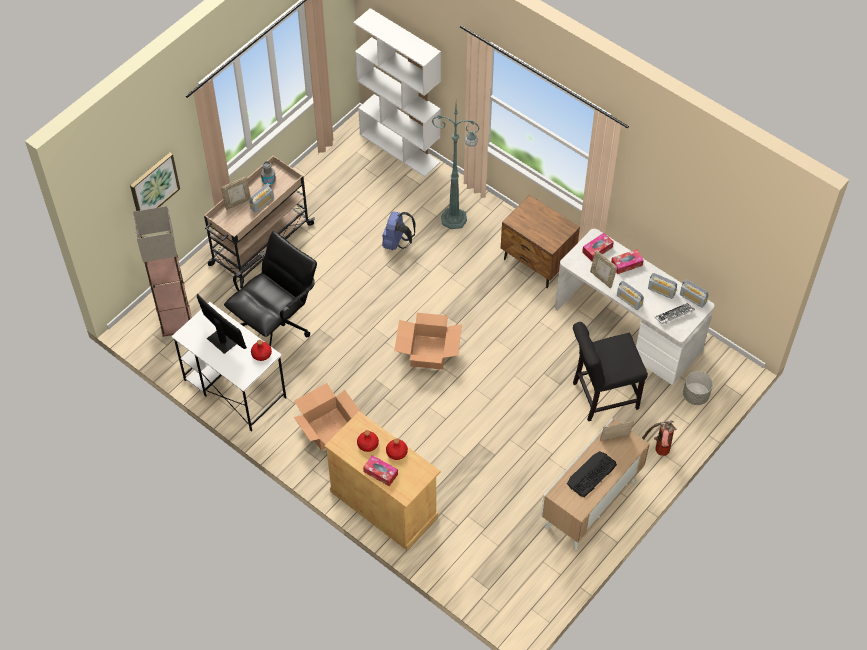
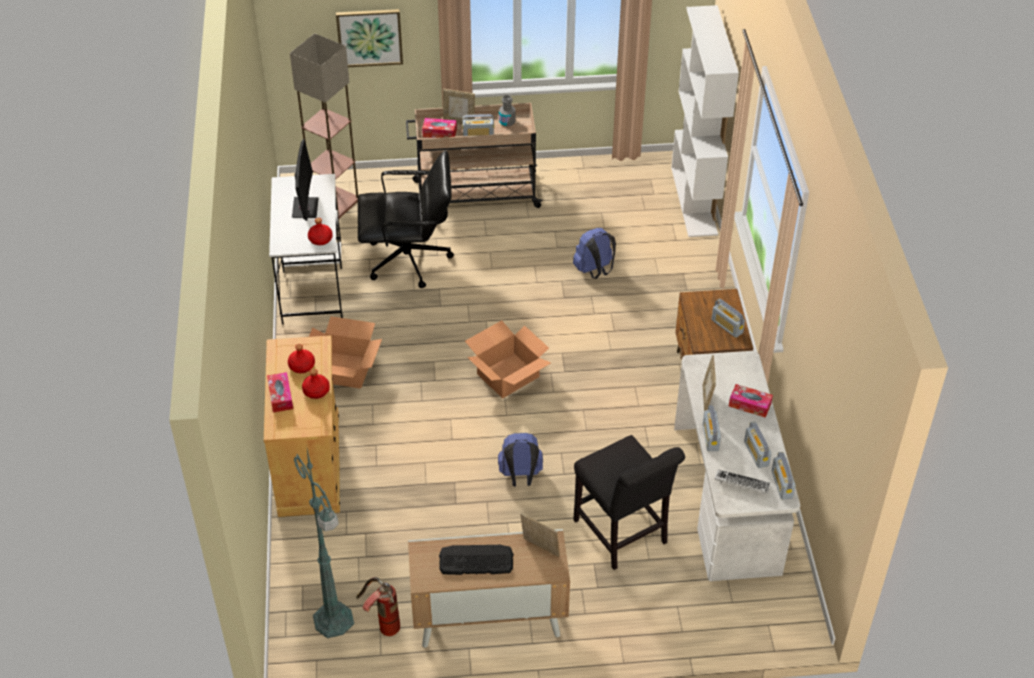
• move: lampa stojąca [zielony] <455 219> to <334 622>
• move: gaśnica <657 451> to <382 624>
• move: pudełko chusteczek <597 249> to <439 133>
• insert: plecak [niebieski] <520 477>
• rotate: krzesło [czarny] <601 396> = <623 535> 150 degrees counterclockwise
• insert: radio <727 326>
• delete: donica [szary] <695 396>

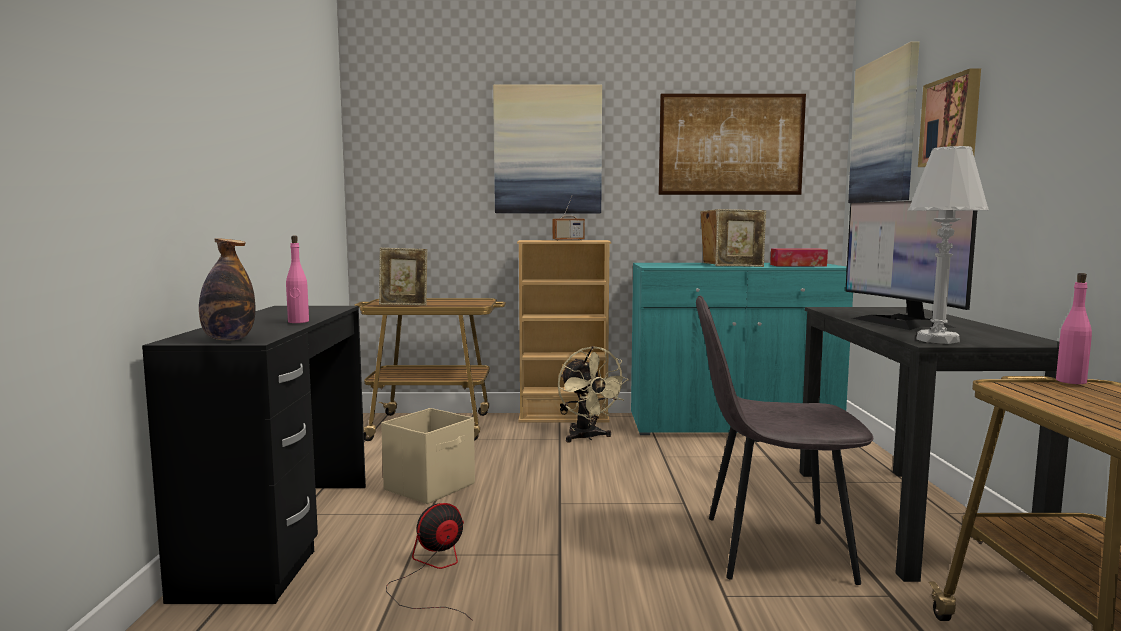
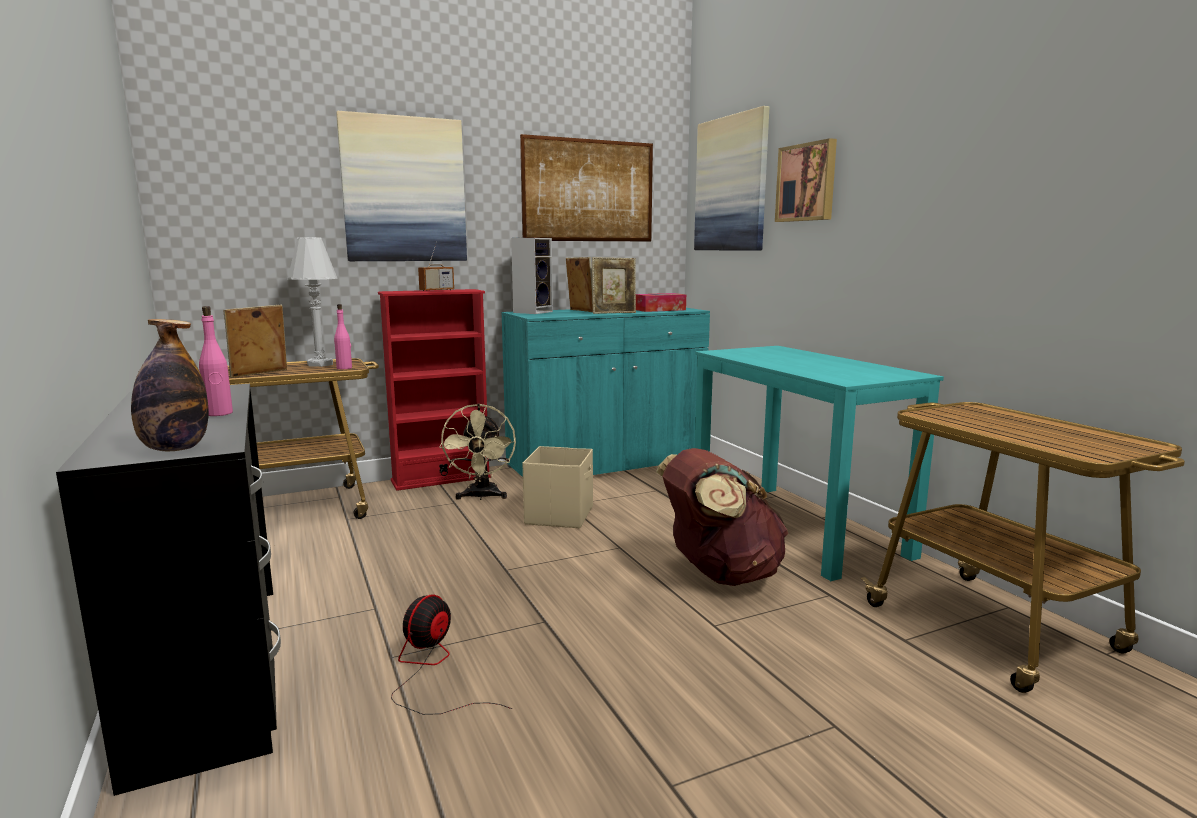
• rotate: ramka na zdjęcie <404 305> = <260 374> 150 degrees clockwise
• move: lampa stołowa [biały] <937 340> to <320 364>
• move: butelka [różowy] <1071 381> to <344 368>
• recolor: regał [beżowy] <563 418> to regał [czerwony] <441 479>
• rotate: wentylator [beżowy] <587 438> = <481 497> 45 degrees clockwise
• insert: głośnik <533 312>
• move: pojemnik do przechowywania [beżowy] <431 486> to <560 515>
• replace: krzesło [szary] <771 548> to plecak [brązowy] <719 574>
• recolor: biurko [czarny] <904 517> to biurko [turkusowy] <795 527>
• delete: monitor <901 322>

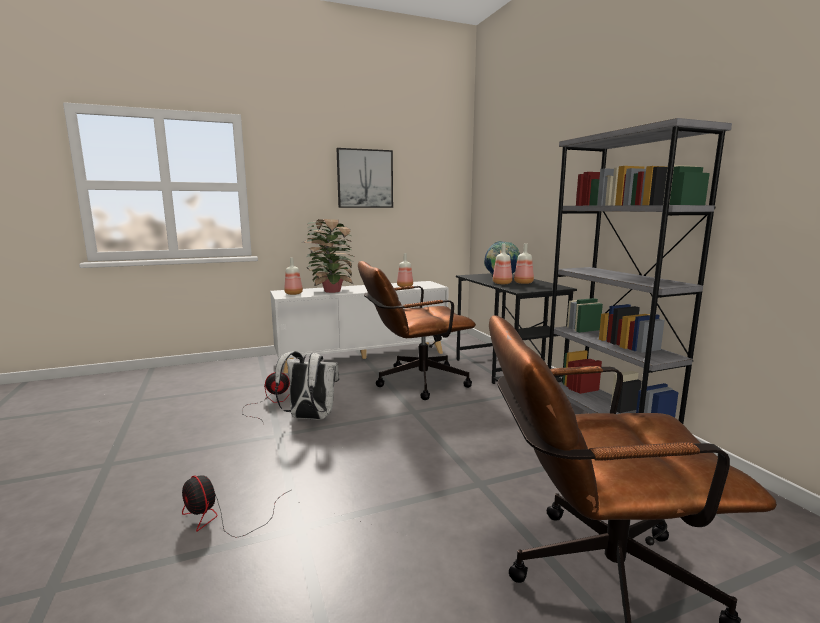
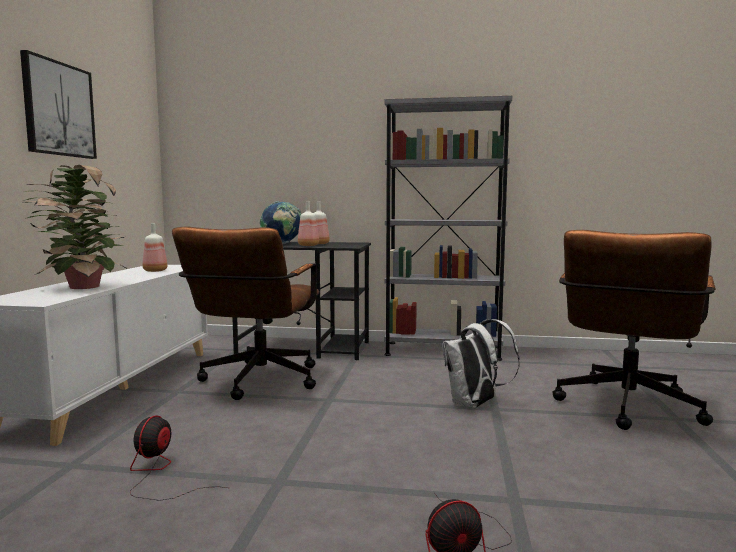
• move: plecak [biały] <309 418> to <475 404>
• delete: butelka <294 293>

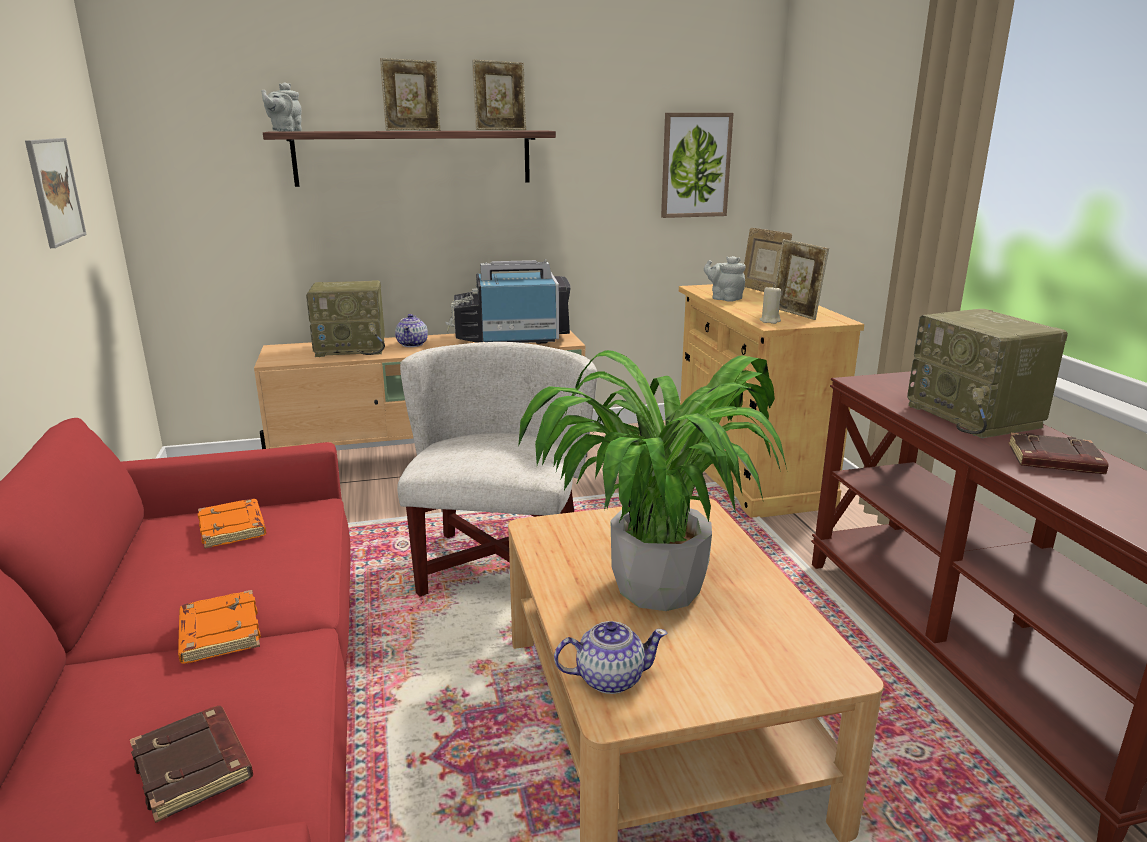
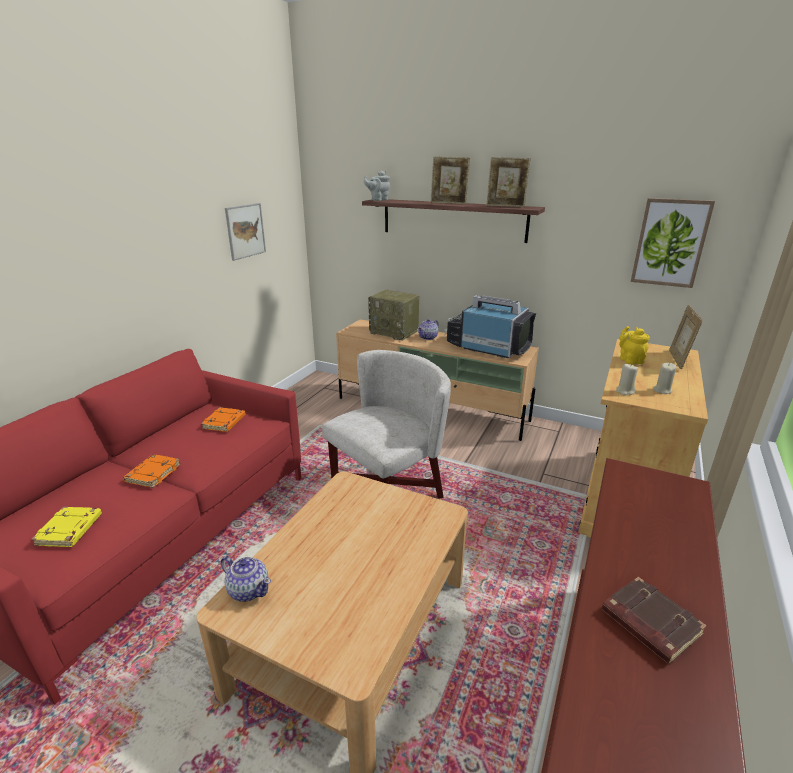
• recolor: książka [brązowy] <195 768> to książka [żółty] <70 530>
• recolor: imbryk [szary] <724 298> to imbryk [żółty] <630 359>
• replace: ramka na zdjęcie <795 313> to świeca [beżowy] <662 390>
• delete: roślina doniczkowa <657 589>
• delete: radio <976 416>

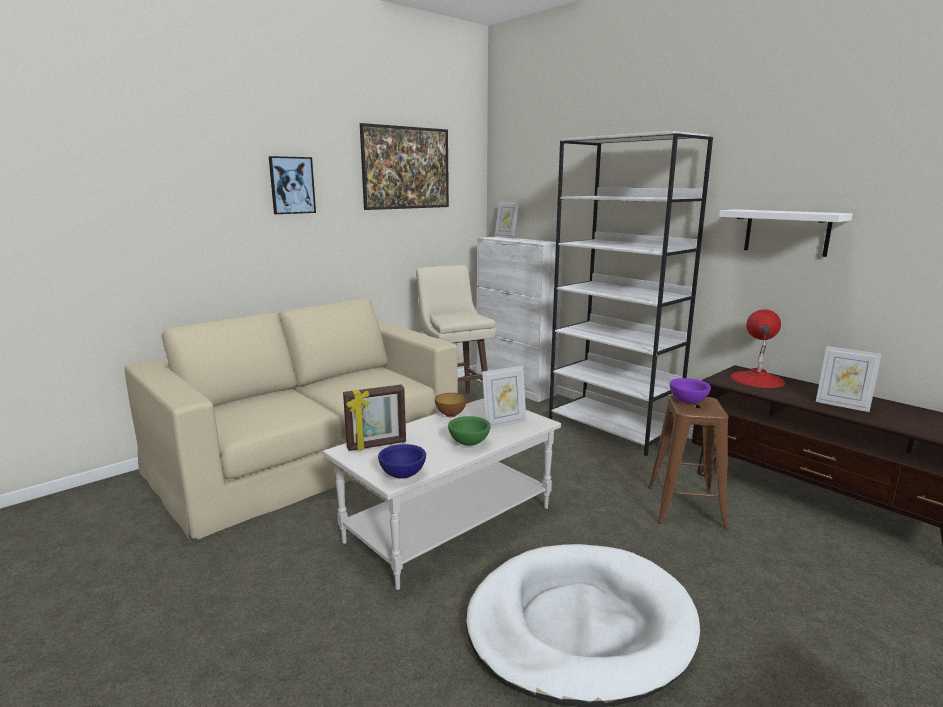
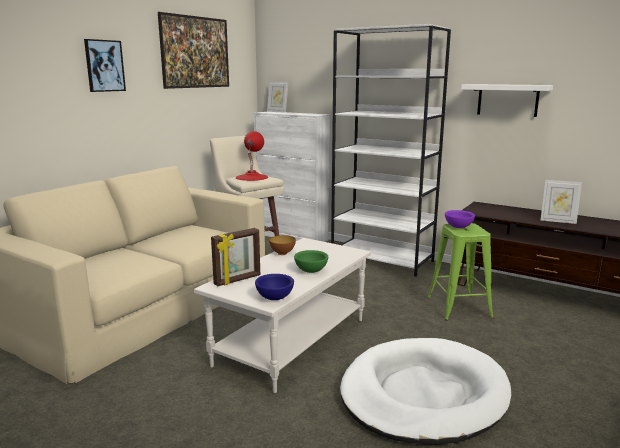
• move: lampa stołowa [czerwony] <757 379> to <251 177>
• recolor: stołek [brązowy] <685 506> to stołek [zielony] <458 307>
• delete: ramka na zdjęcie <504 423>

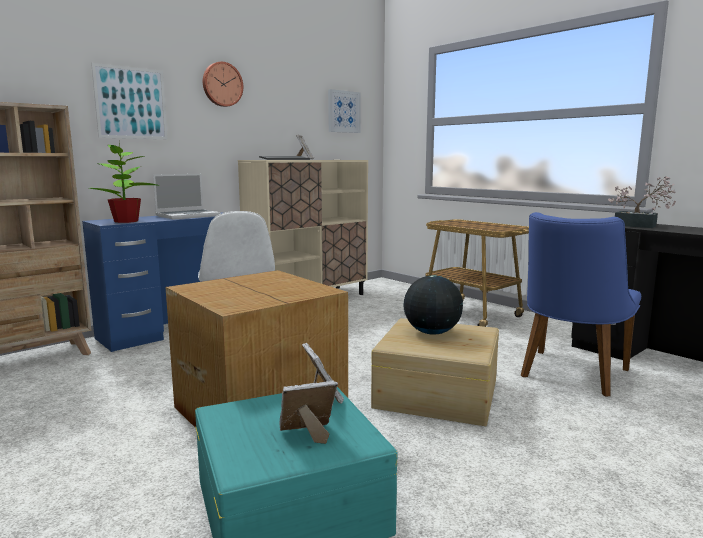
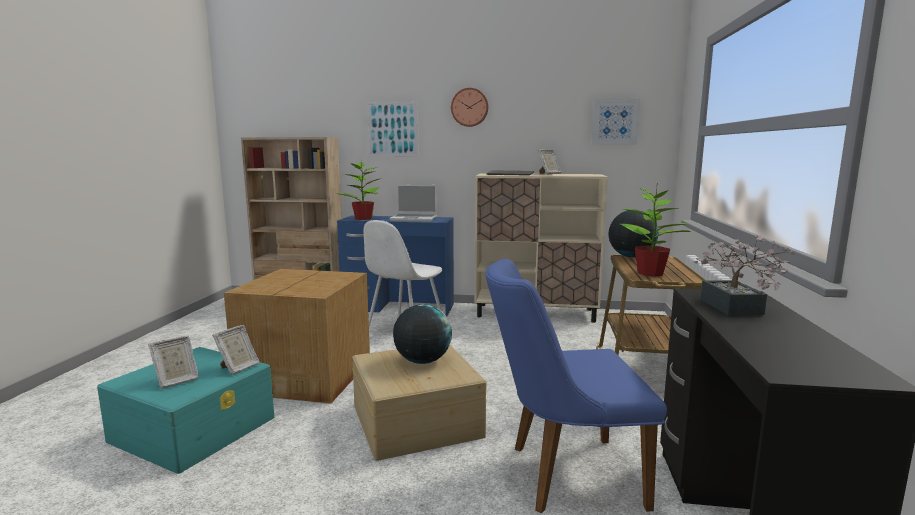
• rotate: ramka na zdjęcie <308 435> = <176 381> 105 degrees clockwise
• insert: globus <631 256>
• insert: roślina doniczkowa <651 273>

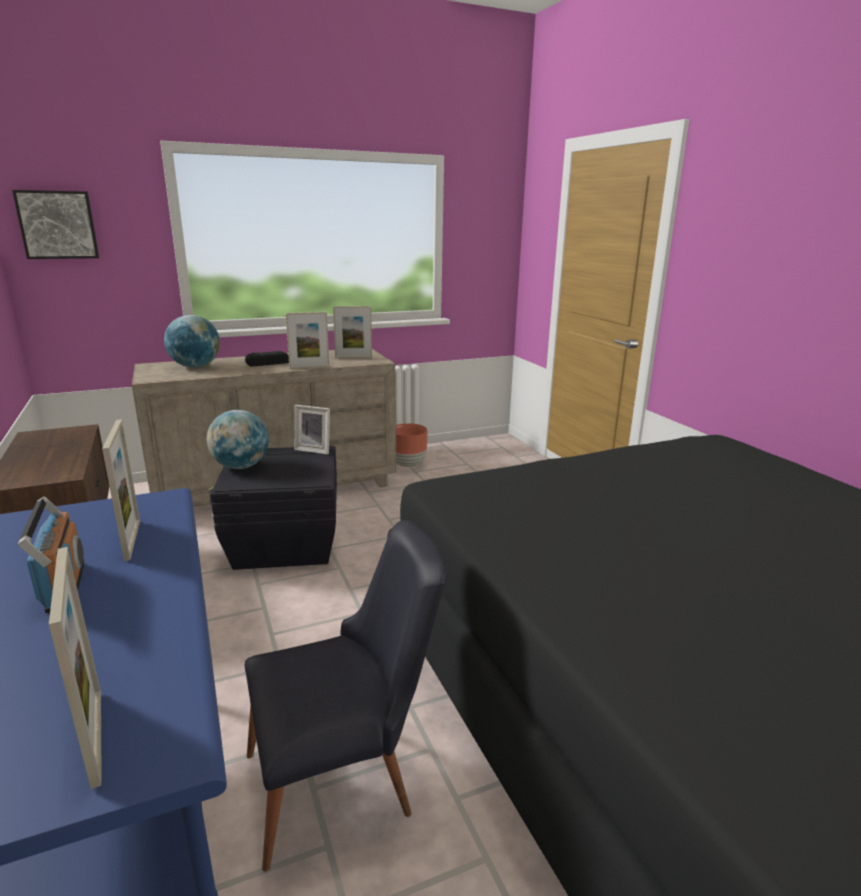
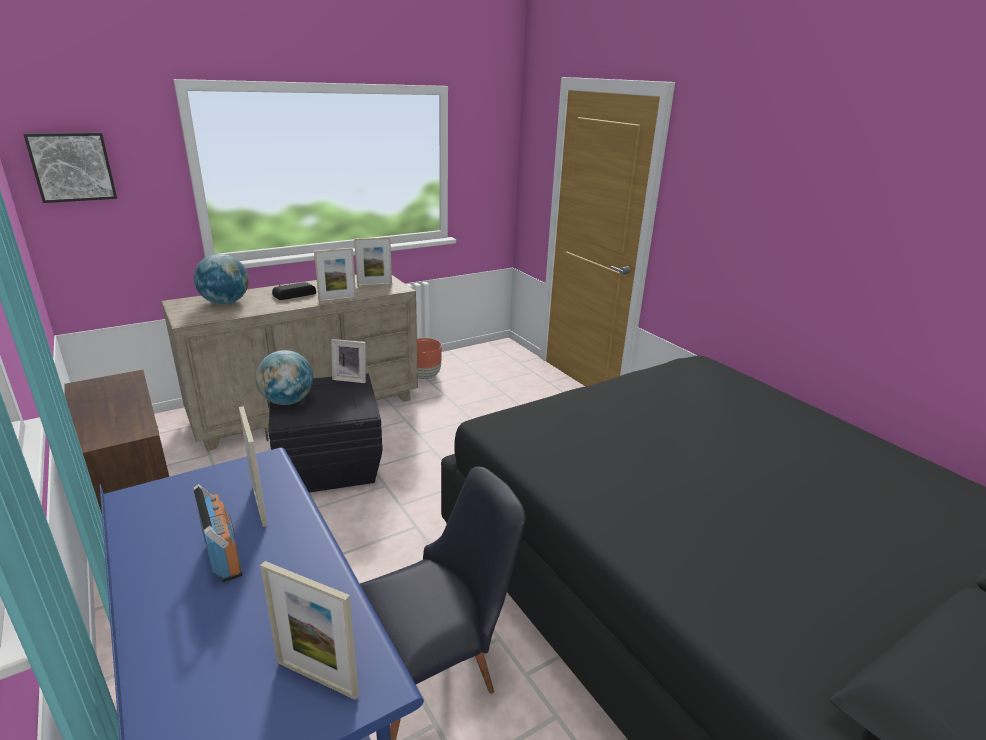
• rotate: ramka na zdjęcie <96 736> = <317 678> 150 degrees clockwise

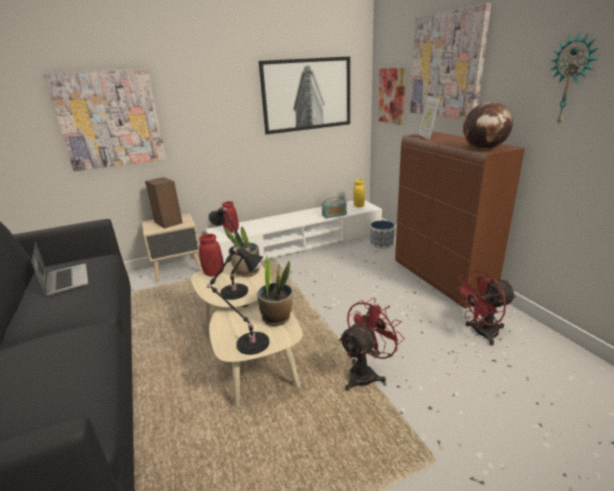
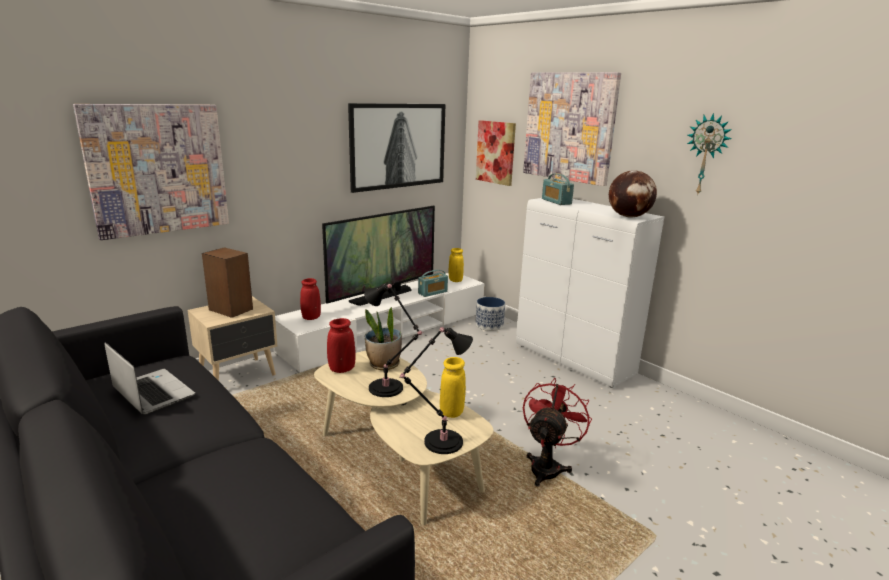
• insert: telewizor <382 296>
• replace: roślina doniczkowa <277 318> to wazon [żółty] <451 412>
• recolor: szafka [brązowy] <441 280> to szafka [biały] <574 360>
• replace: ramka na zdjęcie <426 137> to radio <556 201>
• delete: wentylator [czerwony] <481 333>

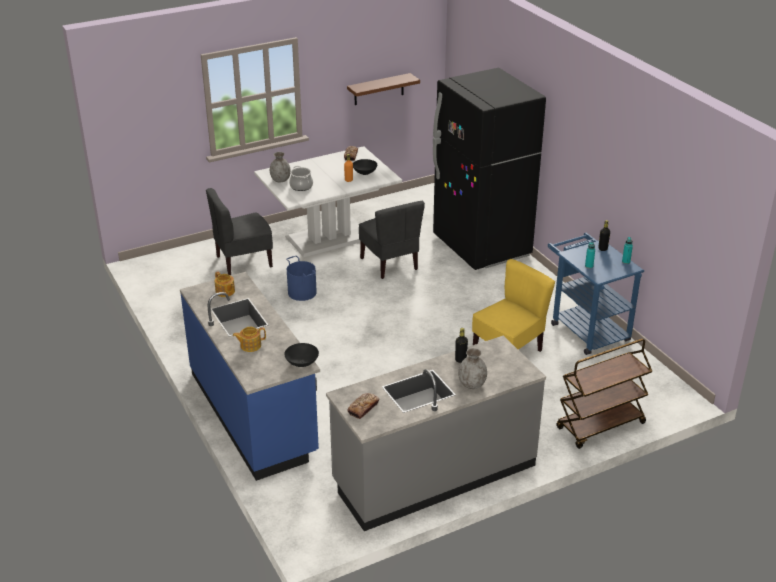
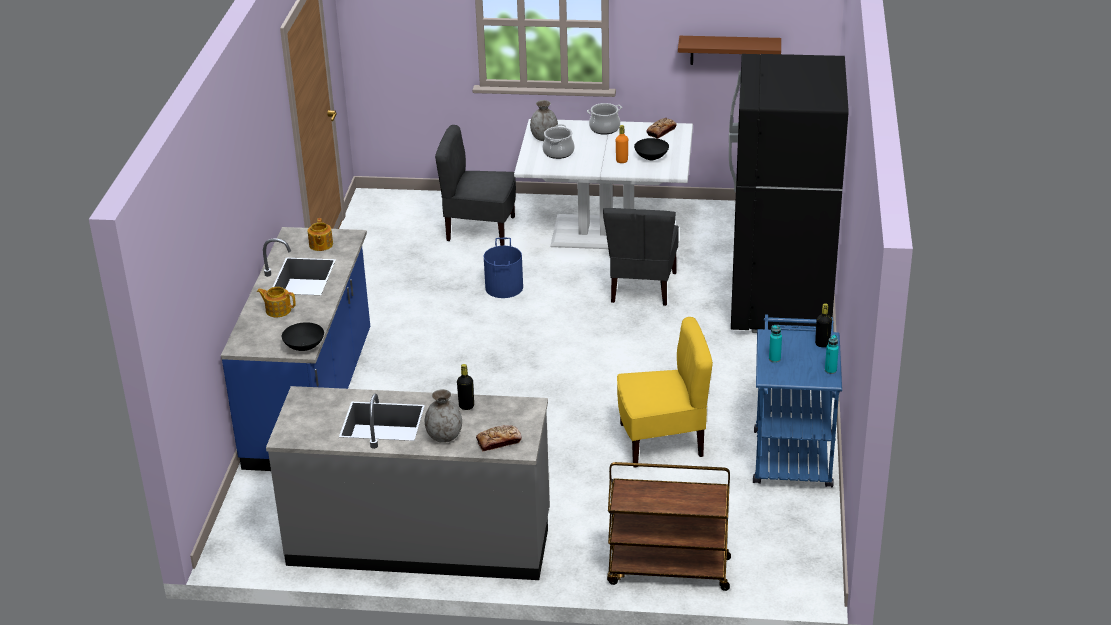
• move: chleb <363 408> to <499 441>
• insert: garnek <604 128>

